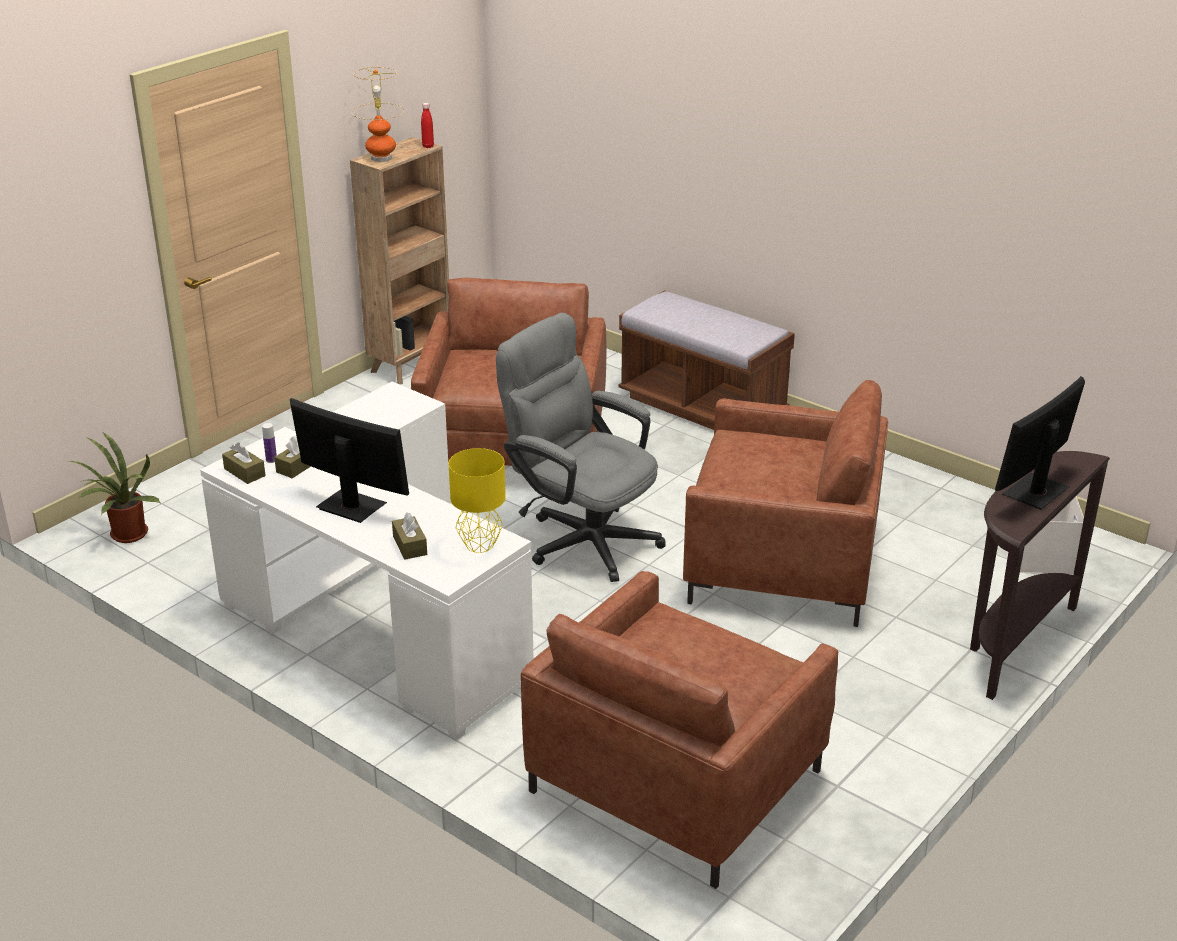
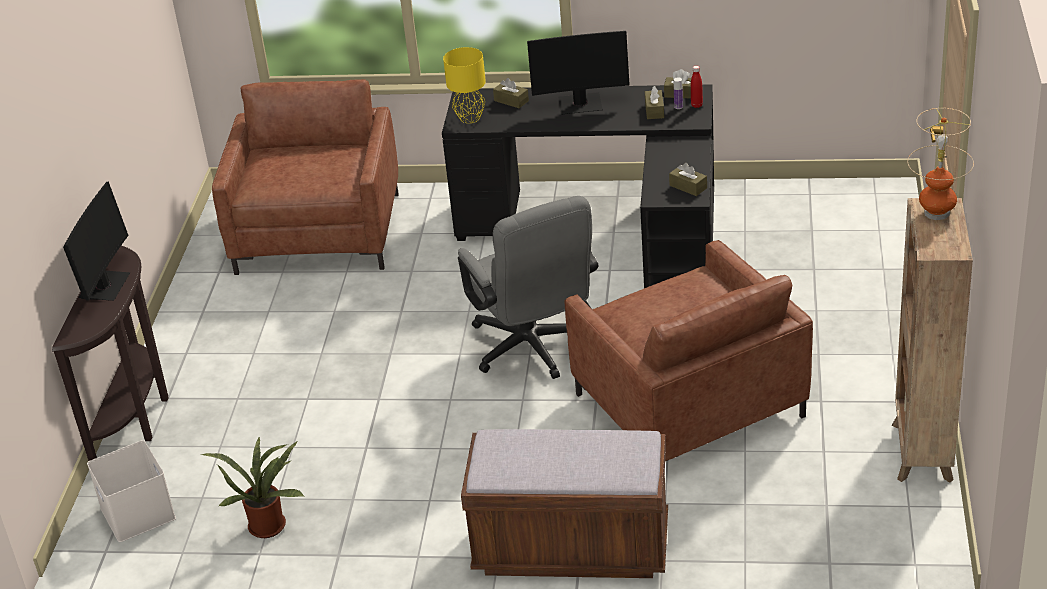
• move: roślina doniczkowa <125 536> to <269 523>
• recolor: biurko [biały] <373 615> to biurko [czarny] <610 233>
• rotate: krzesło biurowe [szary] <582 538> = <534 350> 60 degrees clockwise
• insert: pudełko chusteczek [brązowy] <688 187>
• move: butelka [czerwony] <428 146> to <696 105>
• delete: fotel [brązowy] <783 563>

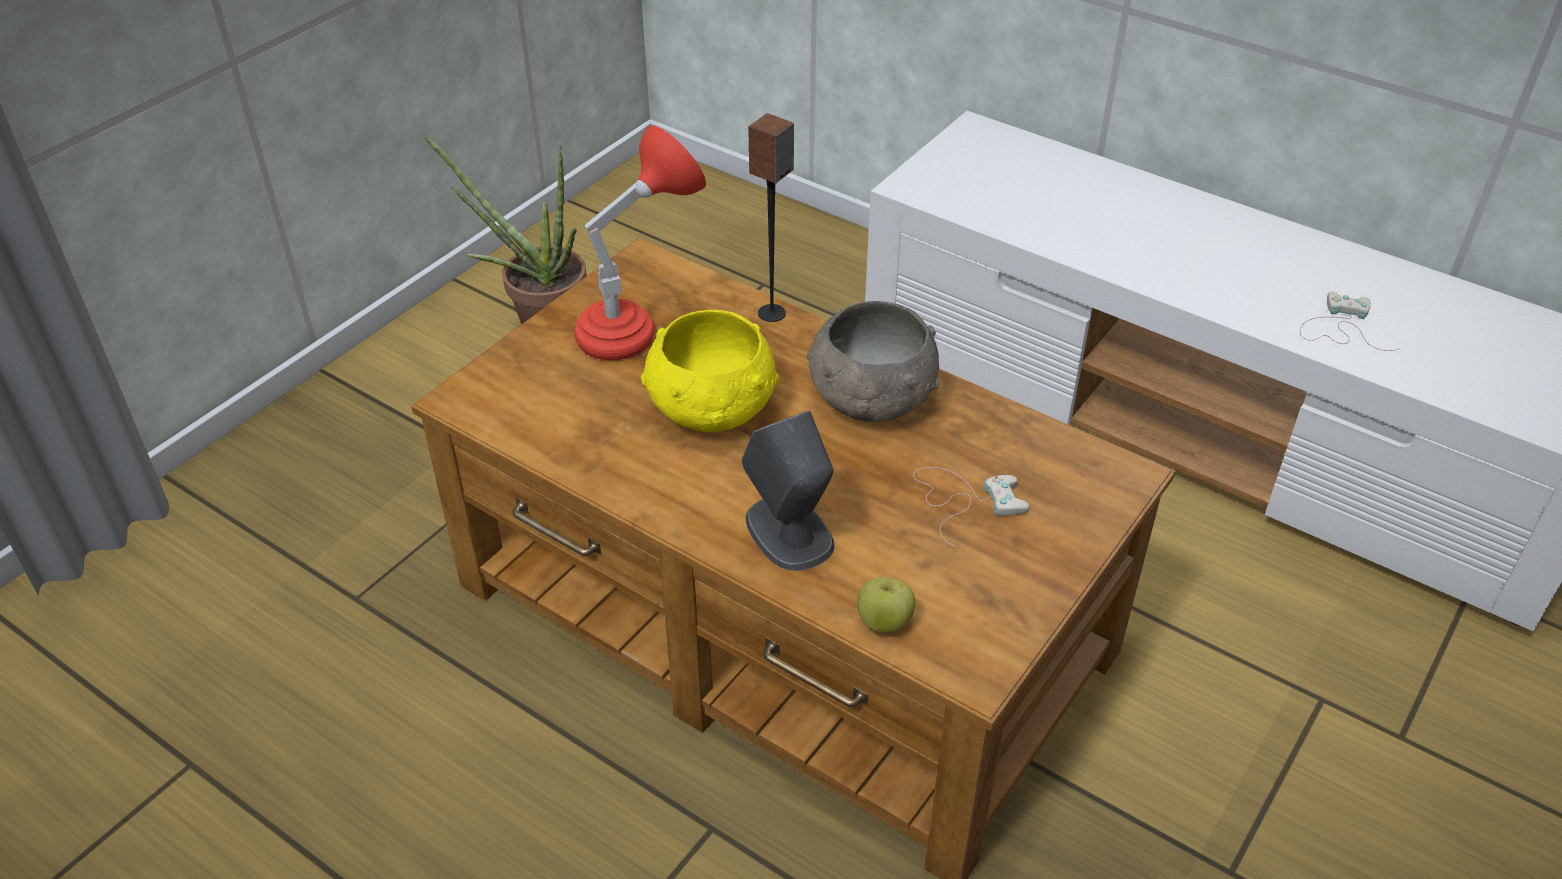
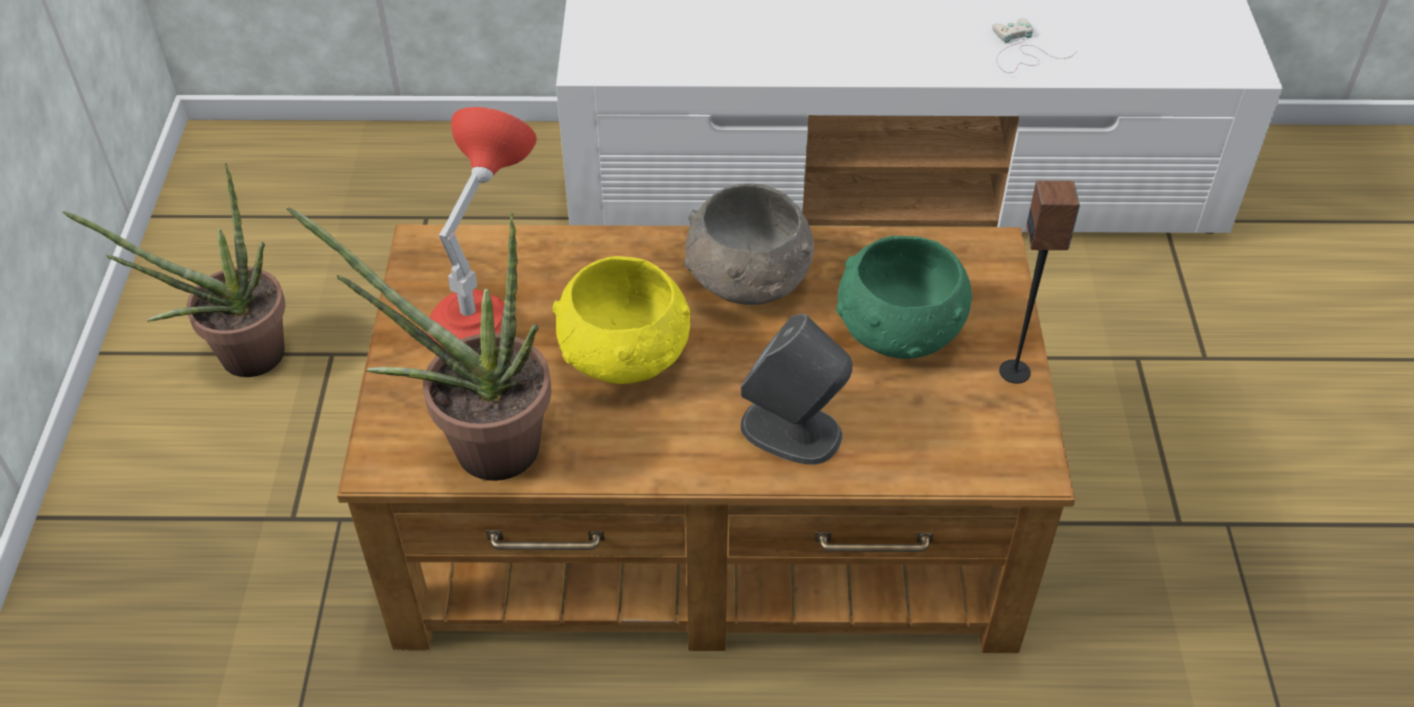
• insert: roślina doniczkowa <478 446>
• replace: pad do gier [biały] <964 500> to miska [zielony] <897 330>
• move: głośnik <772 313> to <1015 372>
• delete: jabłko <884 622>

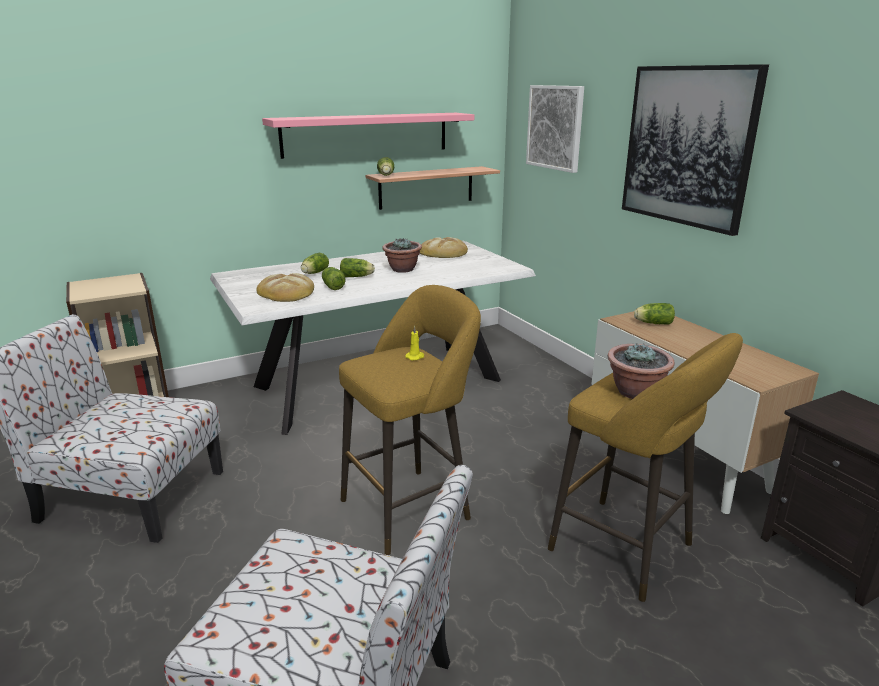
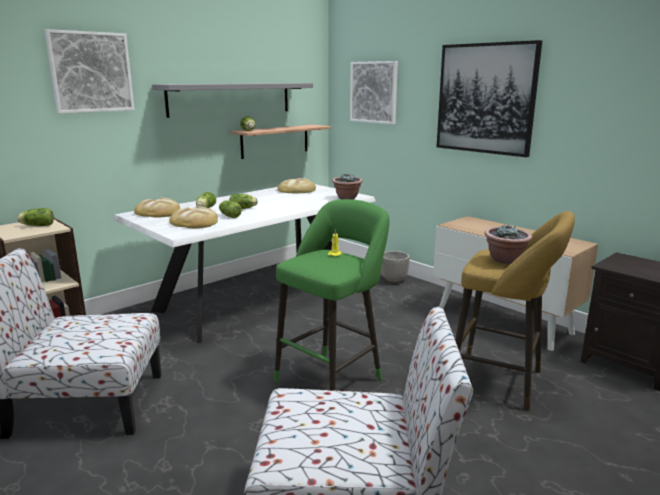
• move: sałata <652 323> to <36 226>
• insert: obraz <91 72>
• insert: chleb <158 212>
• recolor: półka [różowy] <366 134> to półka [szary] <231 99>
• recolor: stołek [żółty] <411 506> to stołek [zielony] <332 377>
• move: roślina doniczkowa <402 269> to <347 198>
• insert: donica <394 280>

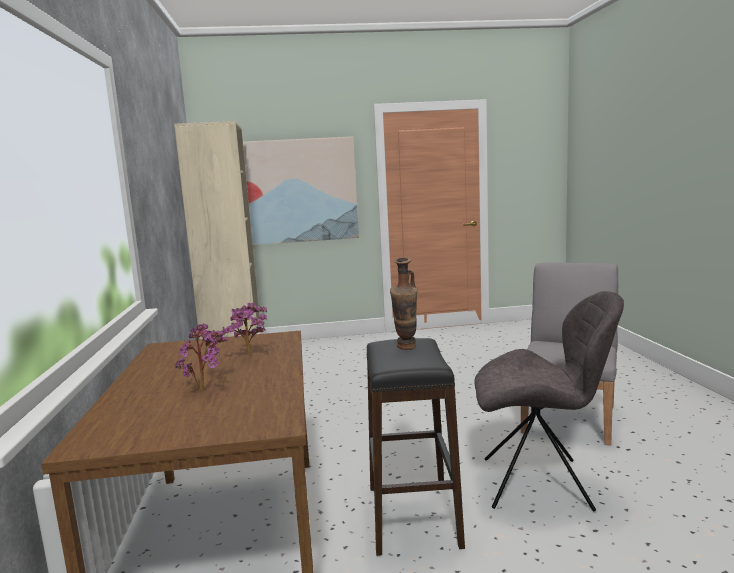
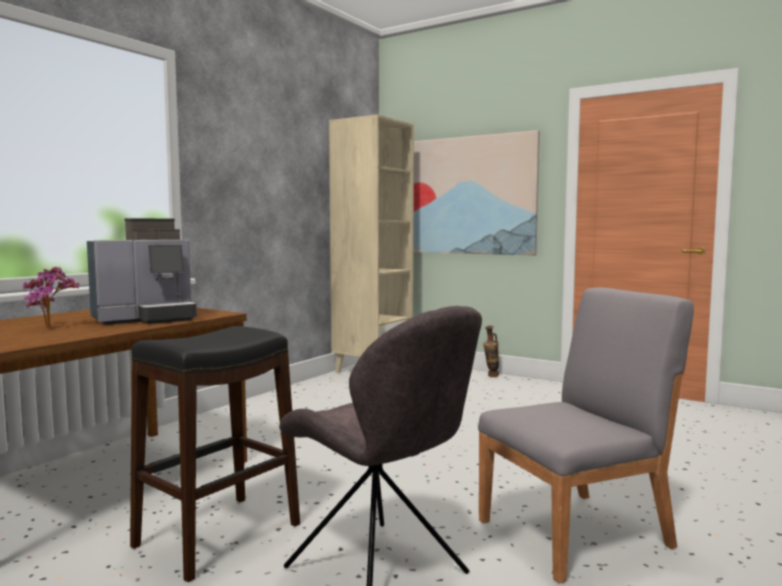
• replace: roślina doniczkowa <250 357> to ekspres do kawy <147 319>
• move: wazon <406 349> to <491 376>

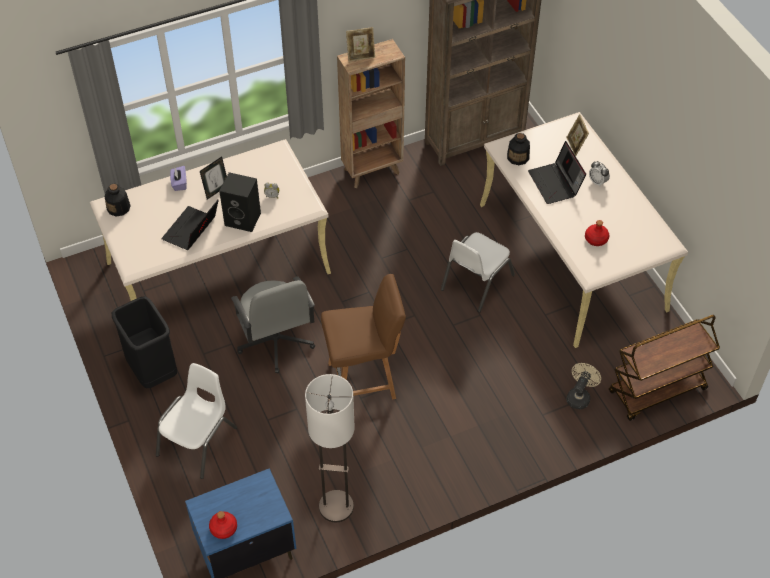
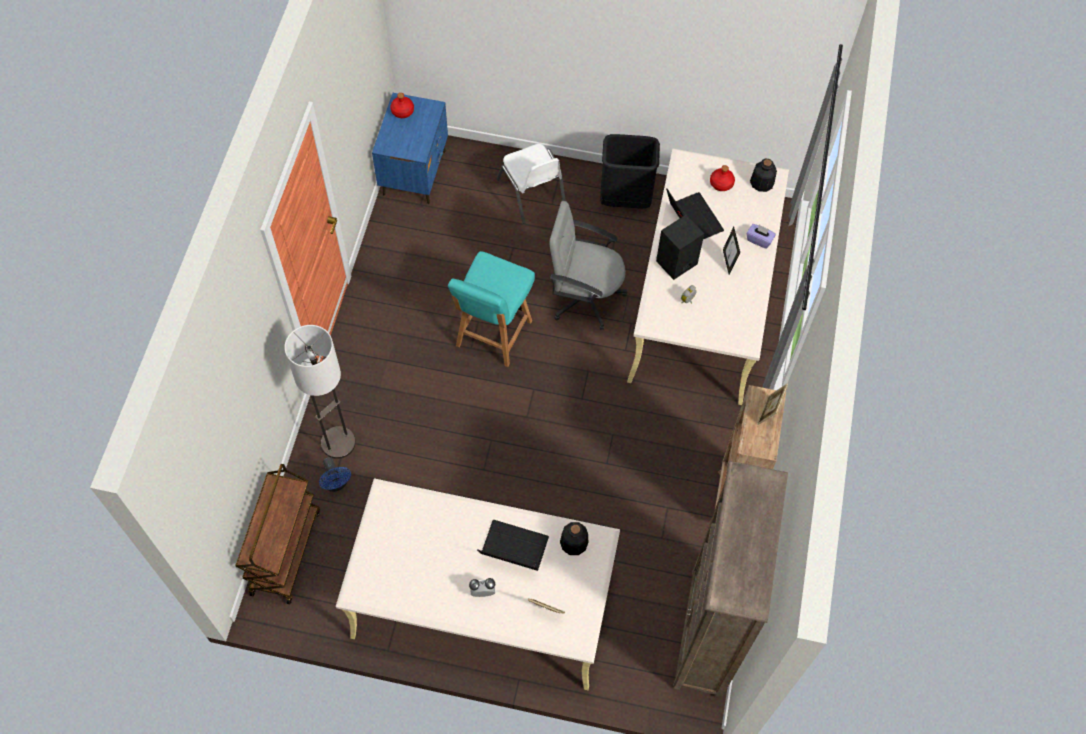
• move: lampa stojąca <336 507> to <338 442>
• recolor: wentylator [beżowy] <579 396> to wentylator [niebieski] <336 484>
• recolor: krzesło [brązowy] <364 380> to krzesło [turkusowy] <493 335>
• move: butelka [czerwony] <596 239> to <721 183>
• delete: krzesło [biały] <476 282>

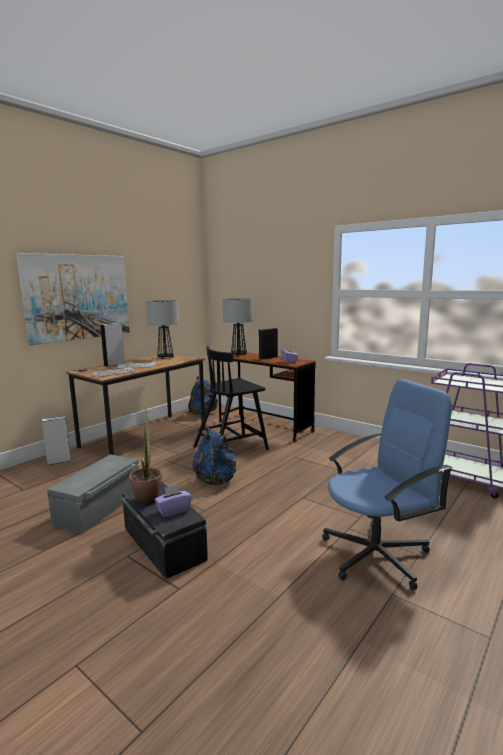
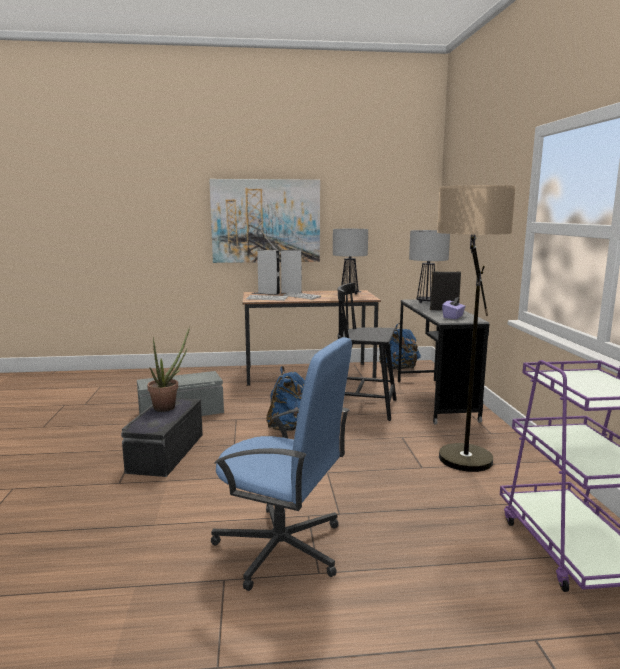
• move: głośnik [szary] <59 461> to <269 293>
• recolor: biurko [brązowy] <265 427> to biurko [szary] <435 400>
• insert: lampa stojąca <460 468>
• delete: pudełko chusteczek [fioletowy] <173 510>

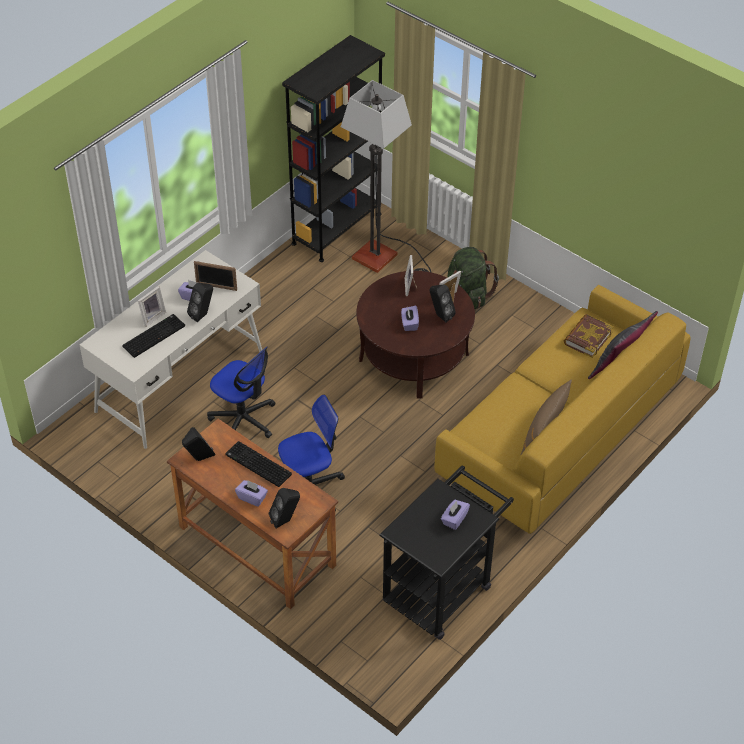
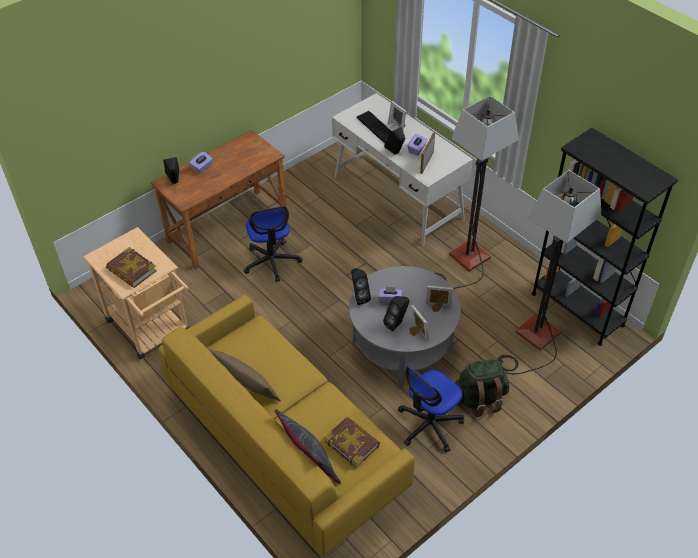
• recolor: wózek [czarny] <442 587> to wózek [beżowy] <152 330>
• replace: pudełko chusteczek [fioletowy] <454 519> to książka <131 270>
• recolor: ława [brązowy] <413 357> to ława [szary] <402 345>
• move: głośnik [czarny] <199 459> to <359 297>
• move: krzesło biurowe <243 420> to <429 425>
• insert: lampa stojąca <464 263>
• delete: klawiatura <257 465>

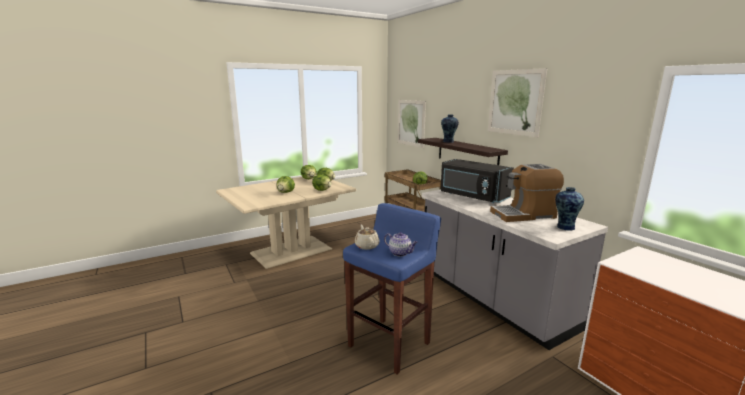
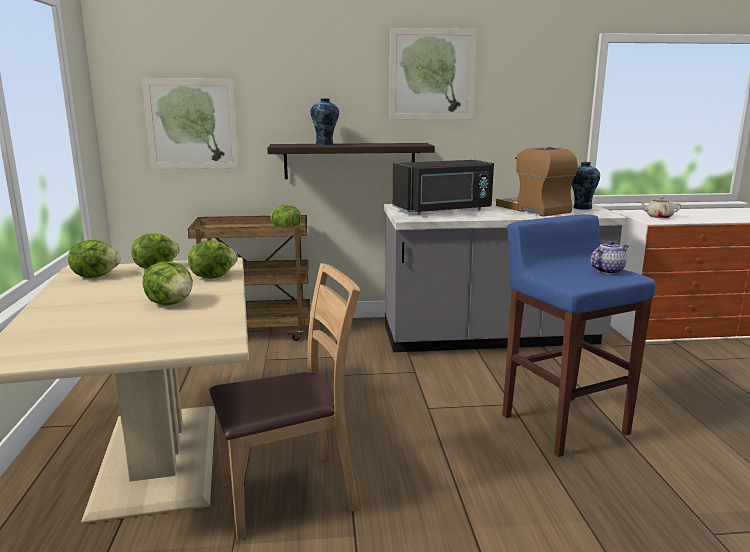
• insert: krzesło [brązowy] <290 494>
• rotate: ekspres do kawy <524 215> = <534 209> 135 degrees clockwise
• move: imbryk [beżowy] <366 245> to <658 216>

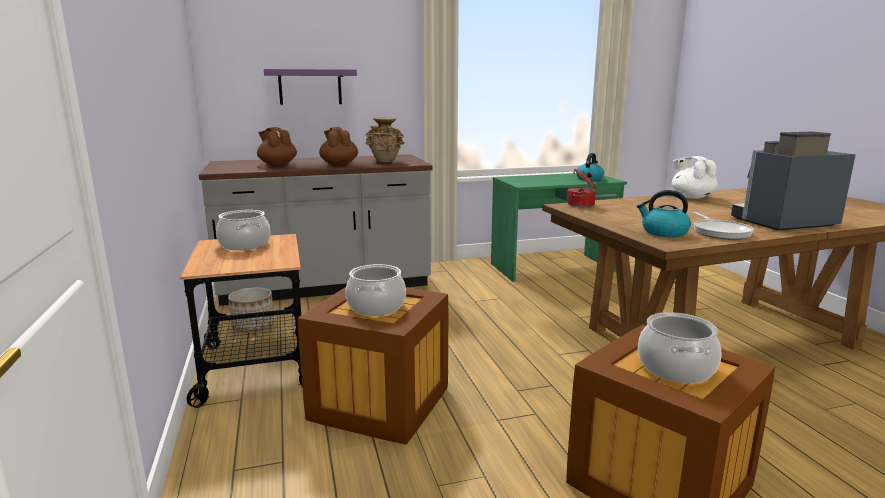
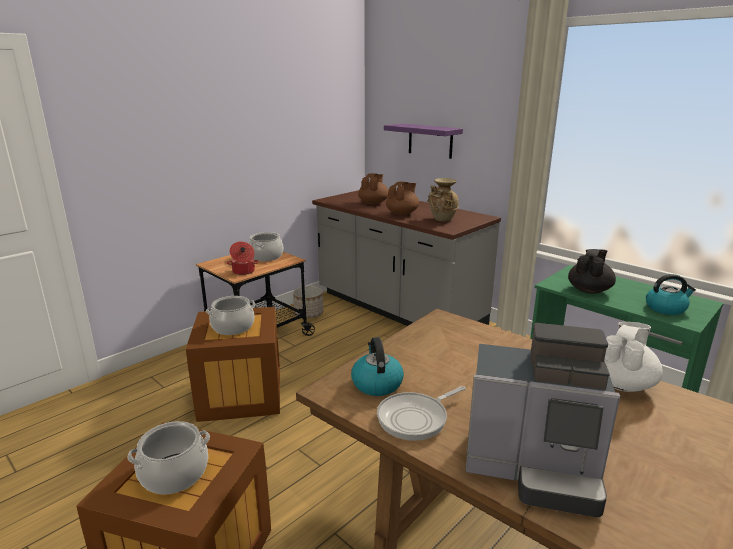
• move: garnek <581 205> to <243 271>
• rotate: ekspres do kawy <782 223> = <534 469> 150 degrees clockwise
• insert: imbryk [czarny] <589 290>

